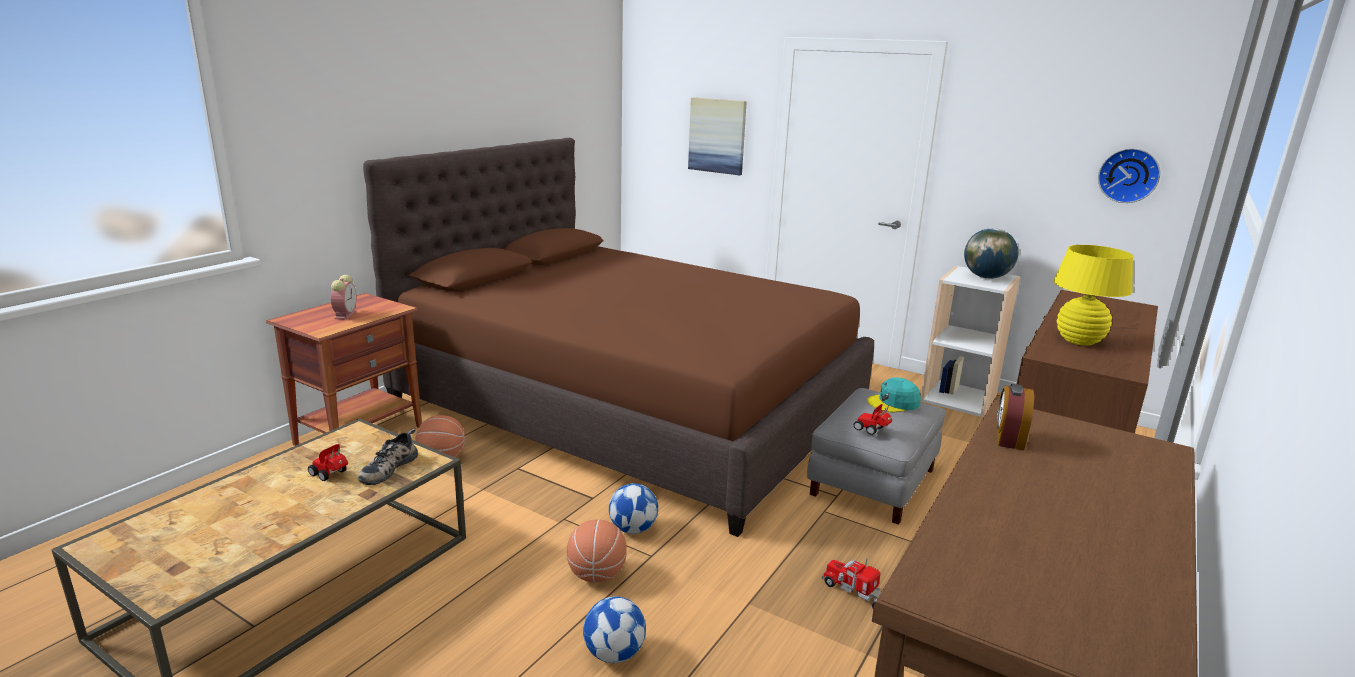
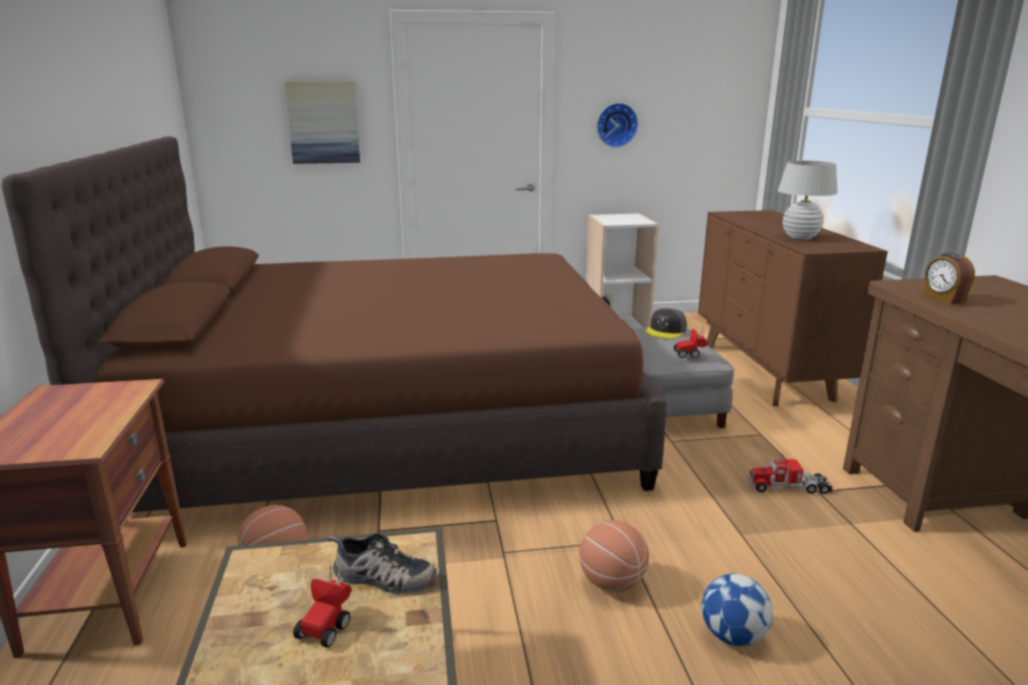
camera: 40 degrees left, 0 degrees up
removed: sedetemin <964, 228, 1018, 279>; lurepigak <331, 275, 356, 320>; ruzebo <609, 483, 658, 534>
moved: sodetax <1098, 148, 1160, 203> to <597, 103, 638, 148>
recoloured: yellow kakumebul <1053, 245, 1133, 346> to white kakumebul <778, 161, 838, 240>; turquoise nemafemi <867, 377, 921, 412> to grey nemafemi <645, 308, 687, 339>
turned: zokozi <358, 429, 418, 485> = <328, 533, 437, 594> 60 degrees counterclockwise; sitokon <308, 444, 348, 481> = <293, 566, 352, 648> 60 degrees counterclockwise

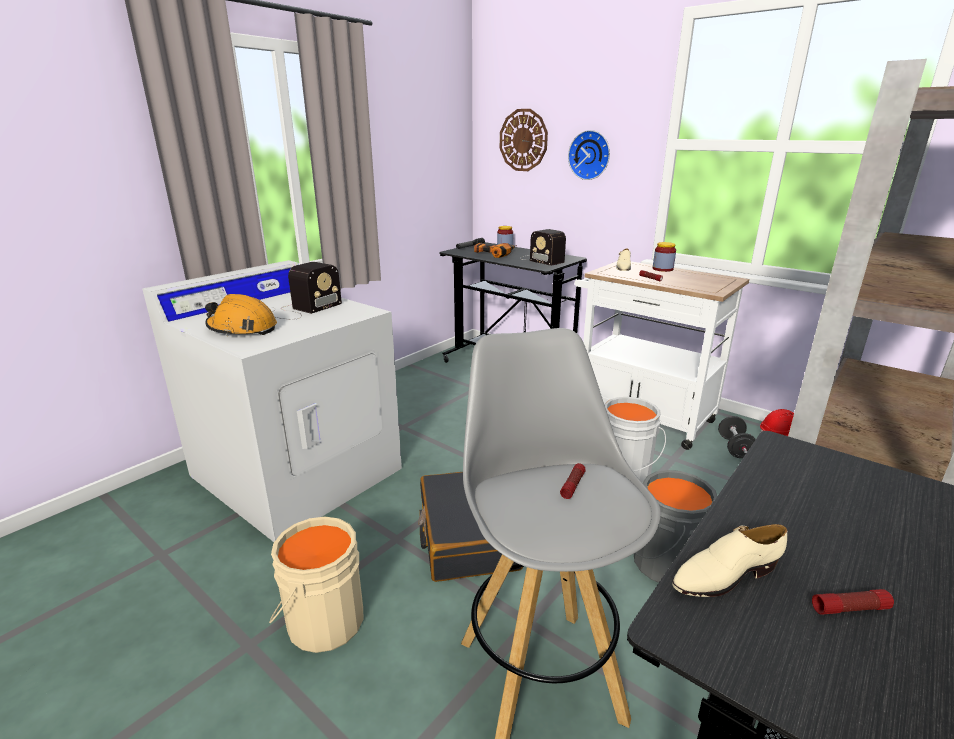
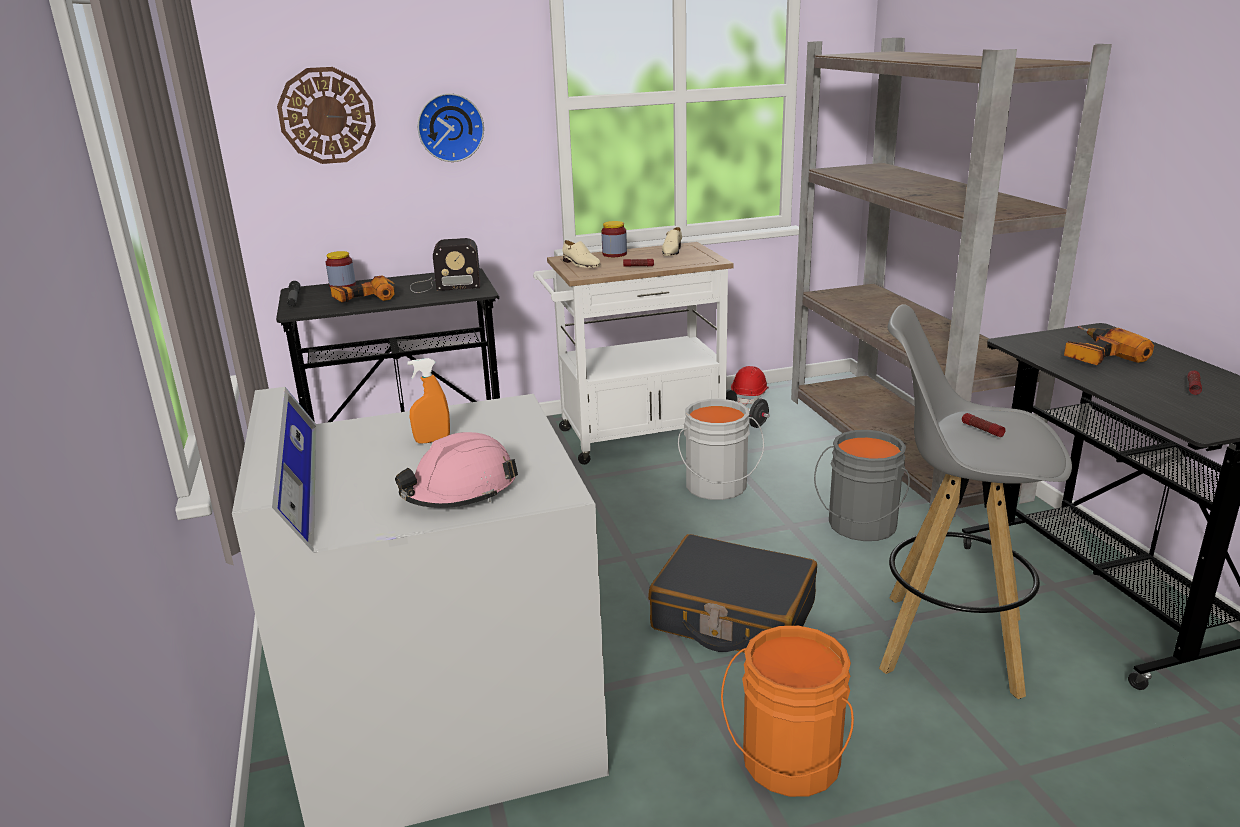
camera: 55 degrees left, 0 degrees up
added: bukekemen <1064, 326, 1154, 365>
moved: beige zokozi <672, 524, 787, 597> to <662, 227, 682, 256>
replaced: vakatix <272, 262, 342, 320> to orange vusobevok <407, 358, 450, 444>
recoloured: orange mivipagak <205, 294, 277, 336> to pink mivipagak <395, 432, 518, 508>; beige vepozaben <269, 517, 363, 653> to orange vepozaben <721, 626, 854, 797>

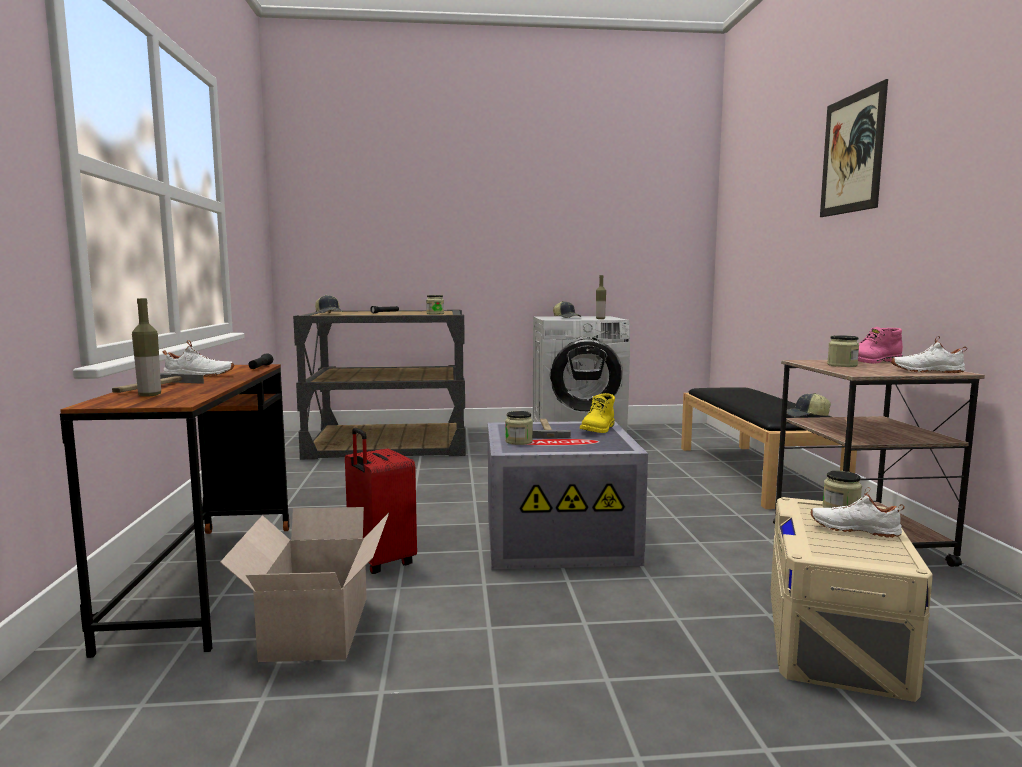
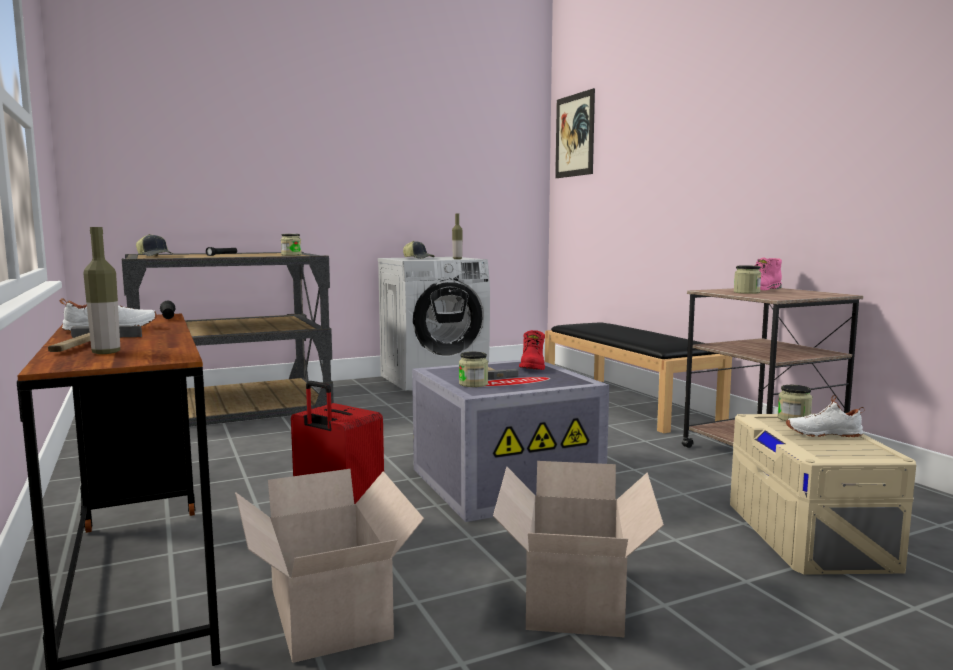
camera: 20 degrees left, 0 degrees up
removed: white zokozi <891, 336, 967, 373>; nemafemi <787, 393, 831, 417>
added: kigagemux <493, 461, 664, 637>
moved: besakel <820, 79, 888, 217> to <555, 88, 595, 178>
recoloured: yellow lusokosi <580, 393, 615, 433> to red lusokosi <519, 330, 545, 370>

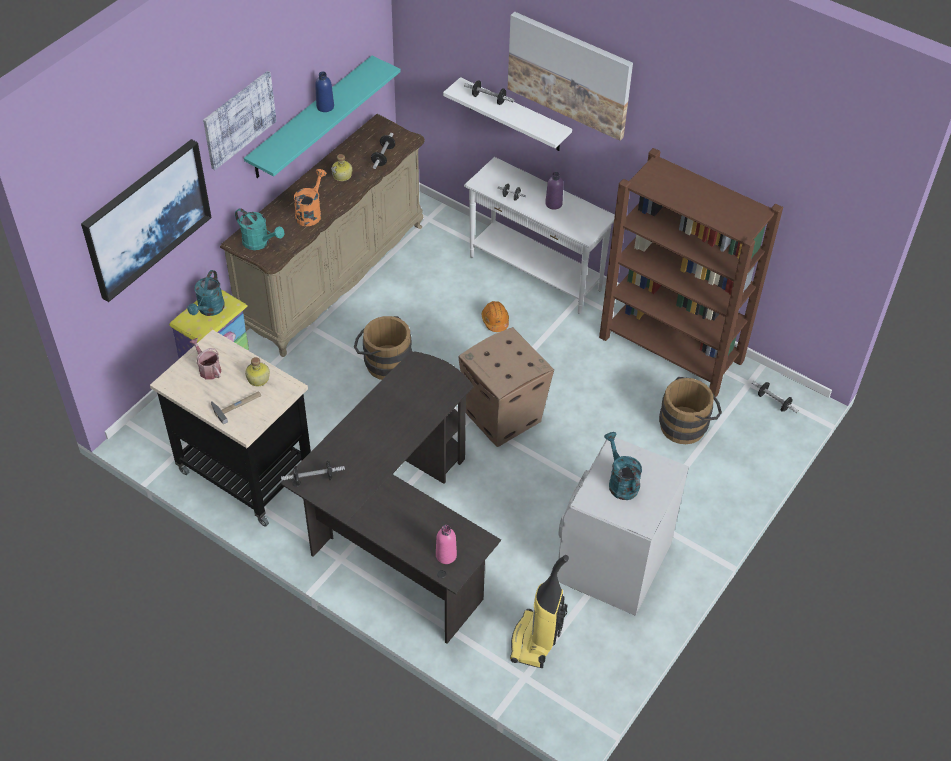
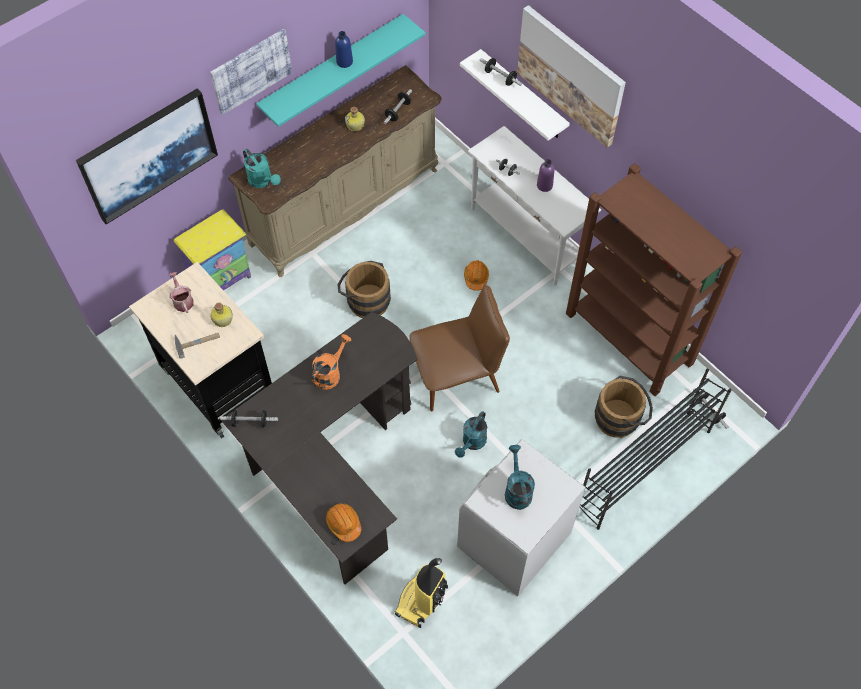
camera: 15 degrees right, 10 degrees up
added: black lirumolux <579, 369, 731, 530>
moved: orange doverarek <294, 169, 327, 226> to <311, 334, 351, 390>; turquoise doverarek <187, 270, 225, 316> to <455, 411, 487, 458>
replaced: kigagemux <458, 327, 554, 447> to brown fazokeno <409, 285, 510, 411>; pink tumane <436, 525, 457, 564> to orange mivipagak <326, 503, 361, 542>

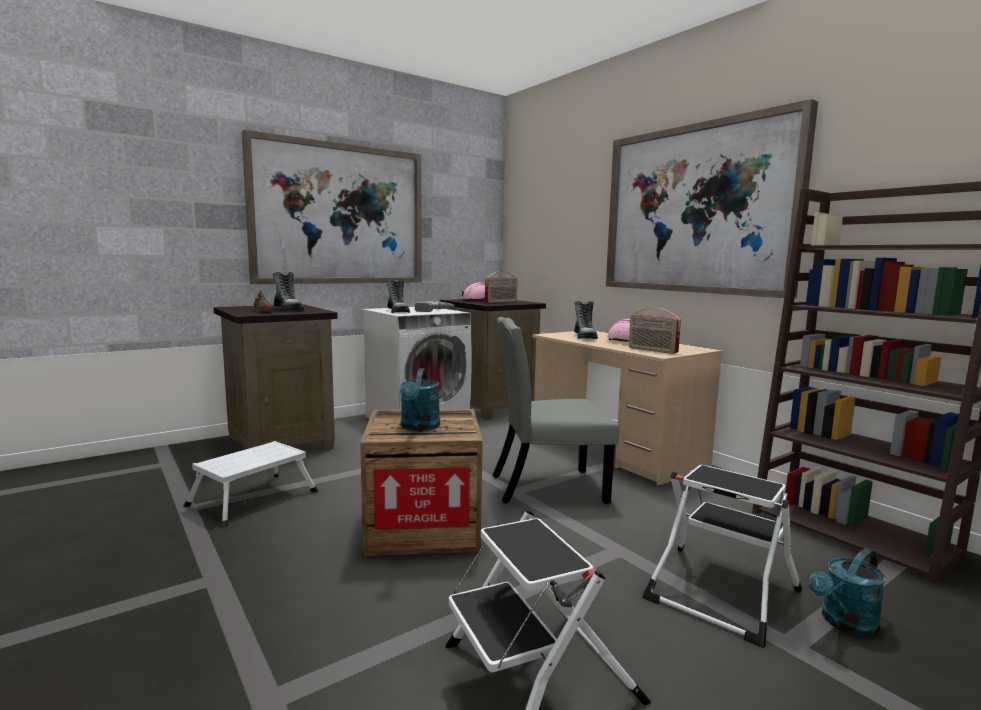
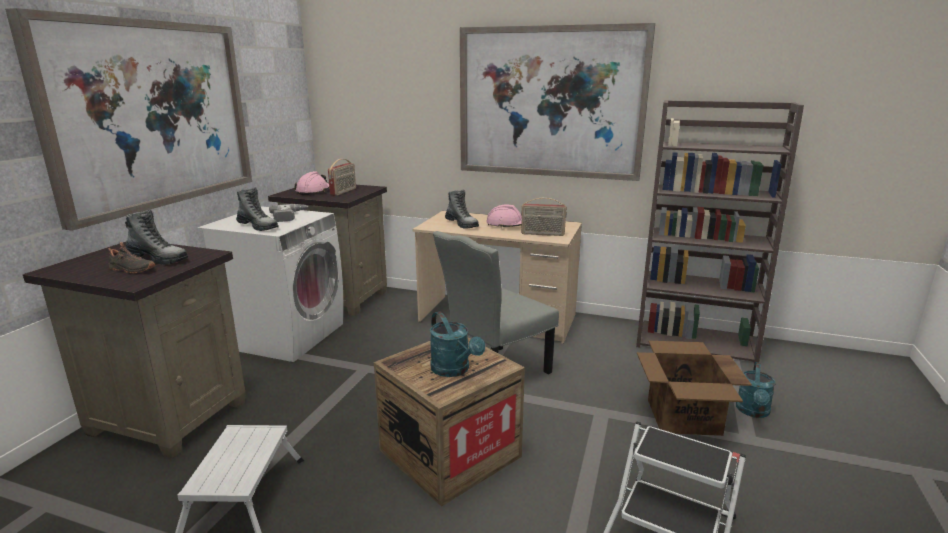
camera: 35 degrees left, 10 degrees up
replaced: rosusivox <642, 465, 802, 648> to kigagemux <637, 341, 752, 436>

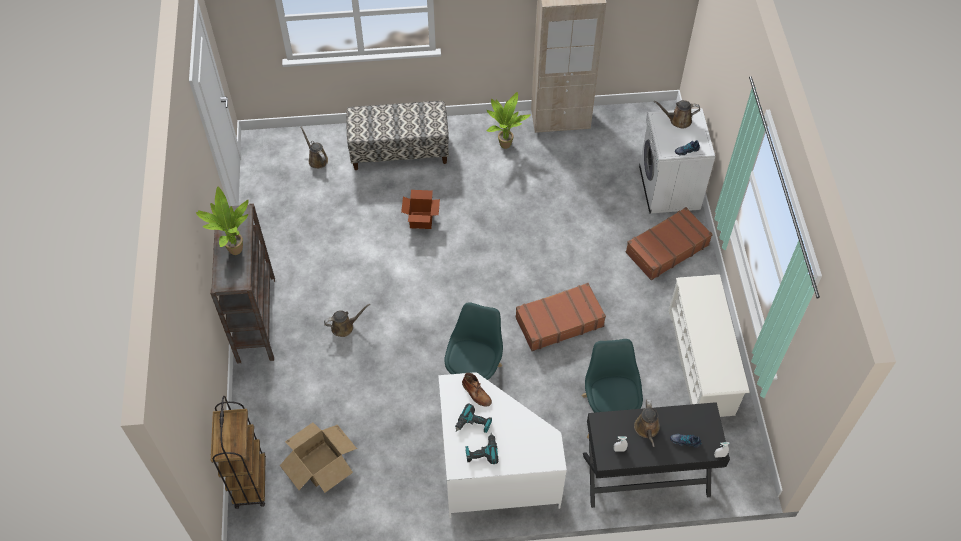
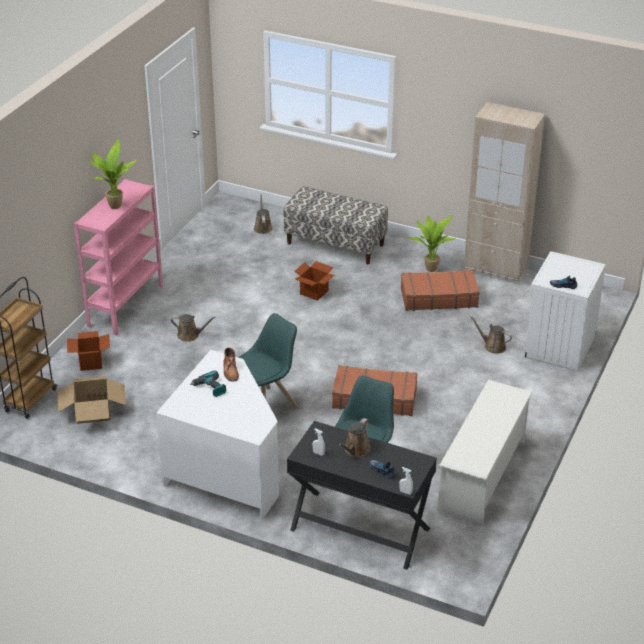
camera: 30 degrees right, 20 degrees down
removed: bukekemen <466, 433, 499, 464>
added: kigagemux <67, 331, 110, 371>
moved: brown doverarek <654, 100, 700, 129> to <470, 315, 512, 354>; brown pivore <626, 207, 713, 280> to <401, 270, 480, 311>
recoloured: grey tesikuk <210, 203, 275, 364> to pink tesikuk <74, 178, 163, 336>

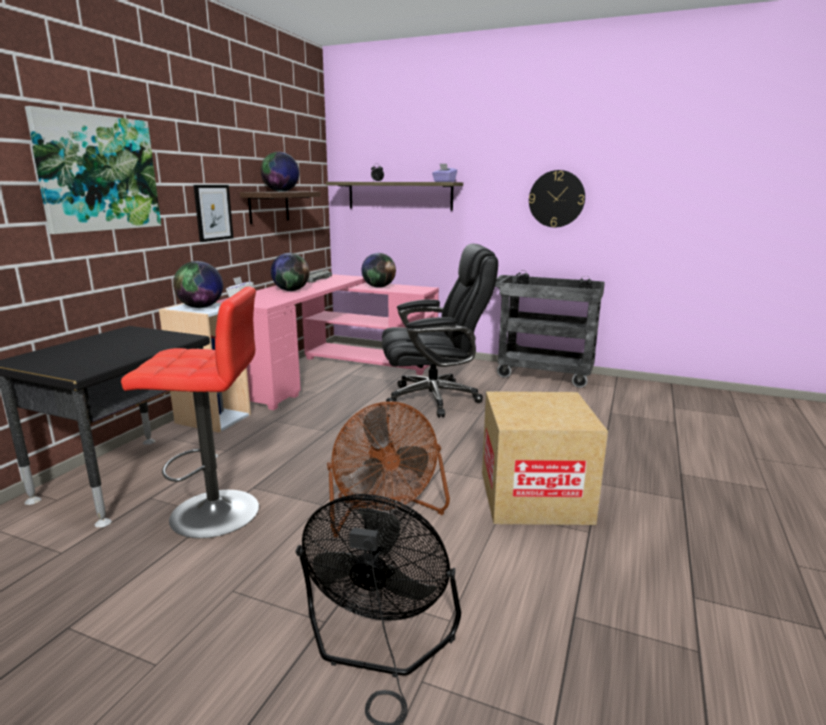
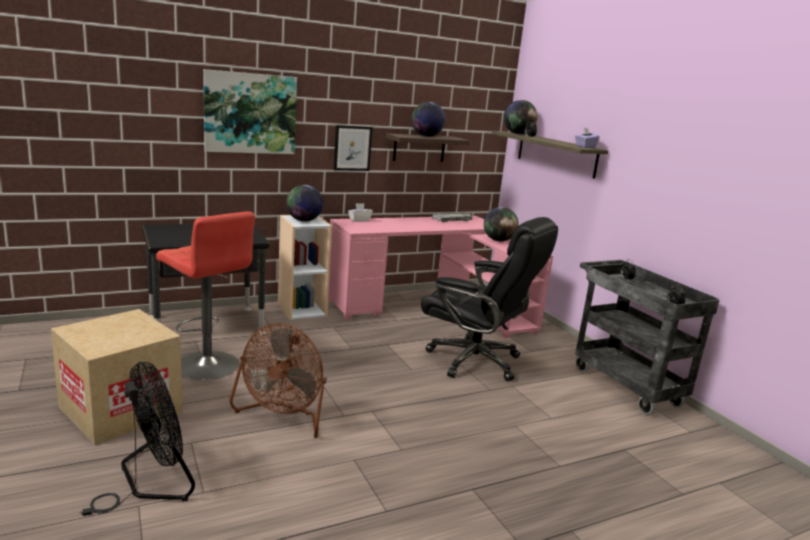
camera: 40 degrees right, 0 degrees up
removed: sodetax <529, 170, 585, 227>
moved: sedetemin <271, 253, 310, 291> to <504, 100, 538, 134>; kigagemux <482, 391, 608, 525> to <51, 309, 183, 445>

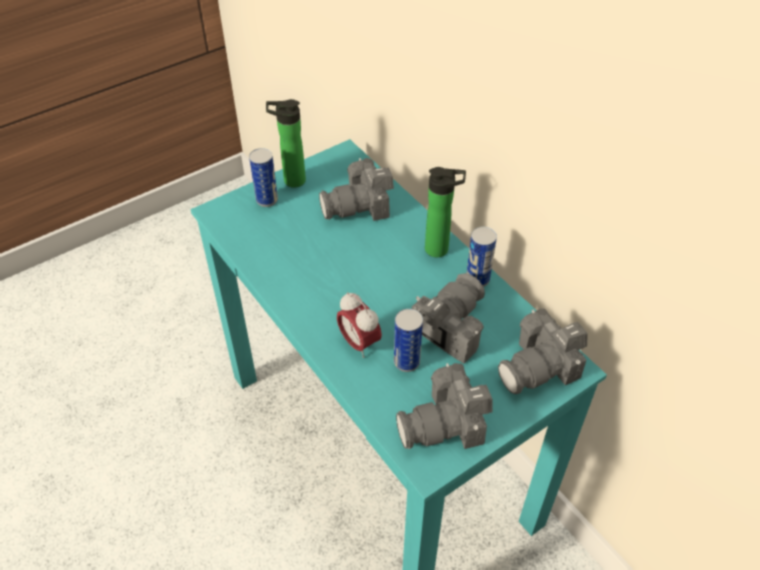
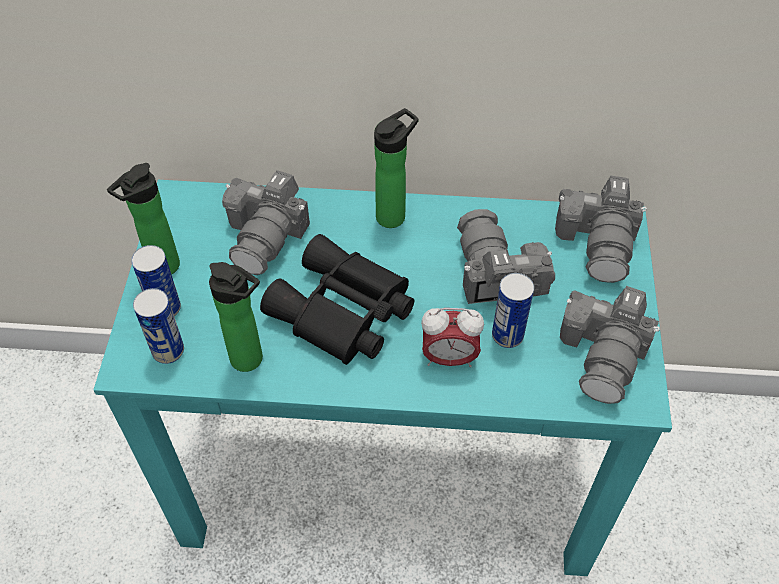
camera: 50 degrees left, 5 degrees up
added: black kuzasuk <260, 234, 414, 365>; tumane <209, 262, 263, 372>
moved: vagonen <466, 227, 497, 287> to <133, 288, 184, 364>

